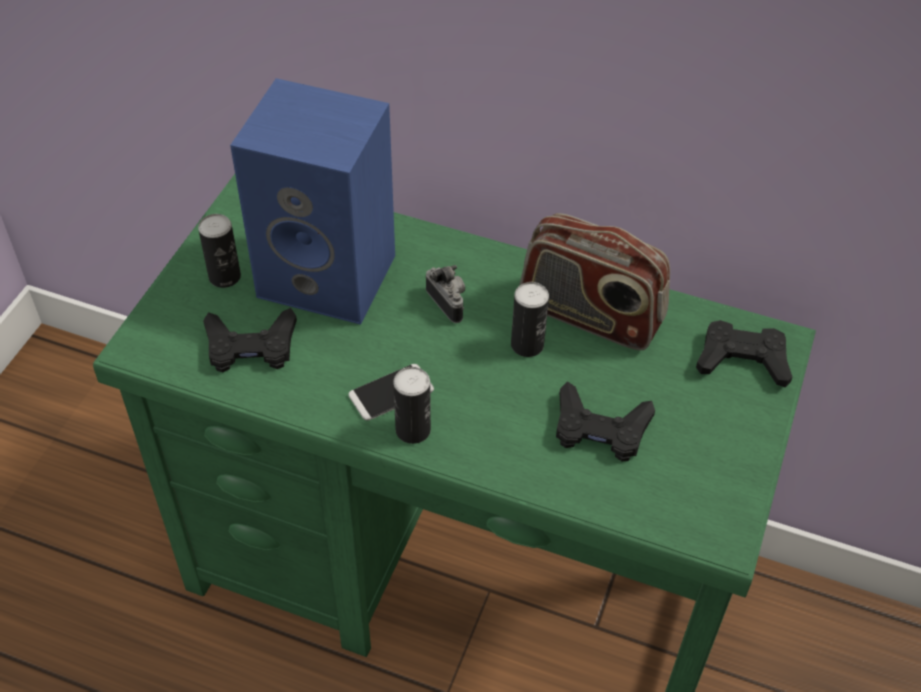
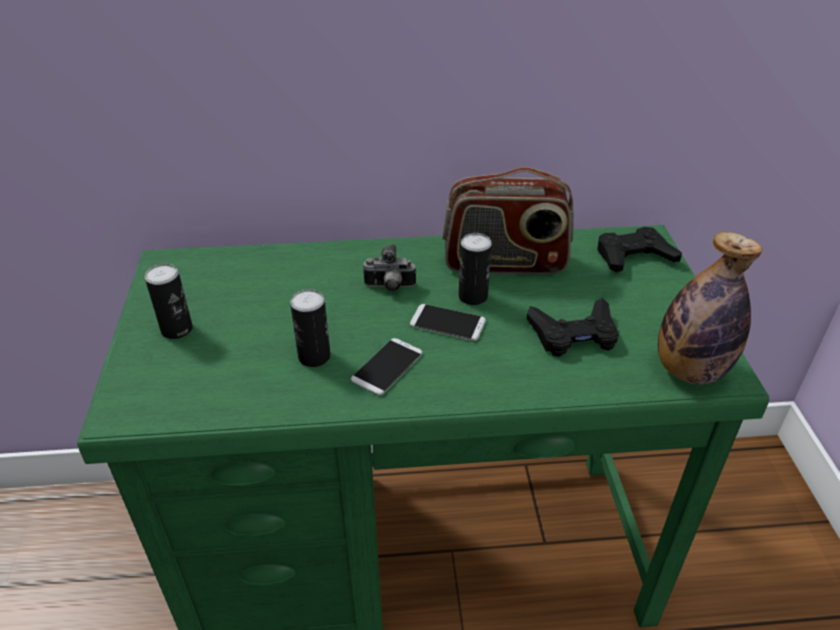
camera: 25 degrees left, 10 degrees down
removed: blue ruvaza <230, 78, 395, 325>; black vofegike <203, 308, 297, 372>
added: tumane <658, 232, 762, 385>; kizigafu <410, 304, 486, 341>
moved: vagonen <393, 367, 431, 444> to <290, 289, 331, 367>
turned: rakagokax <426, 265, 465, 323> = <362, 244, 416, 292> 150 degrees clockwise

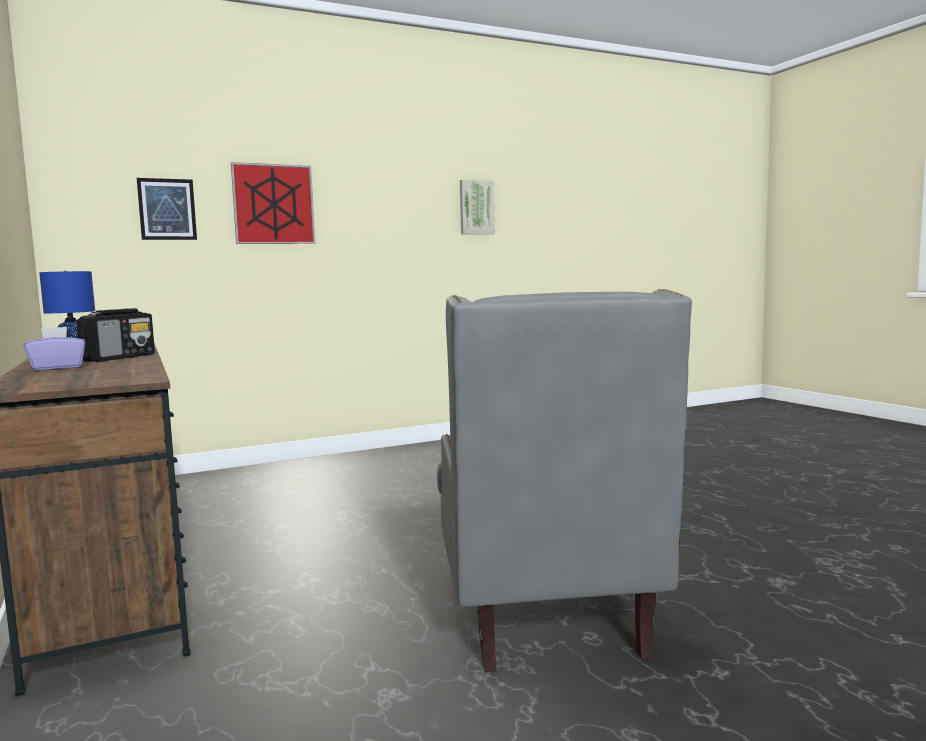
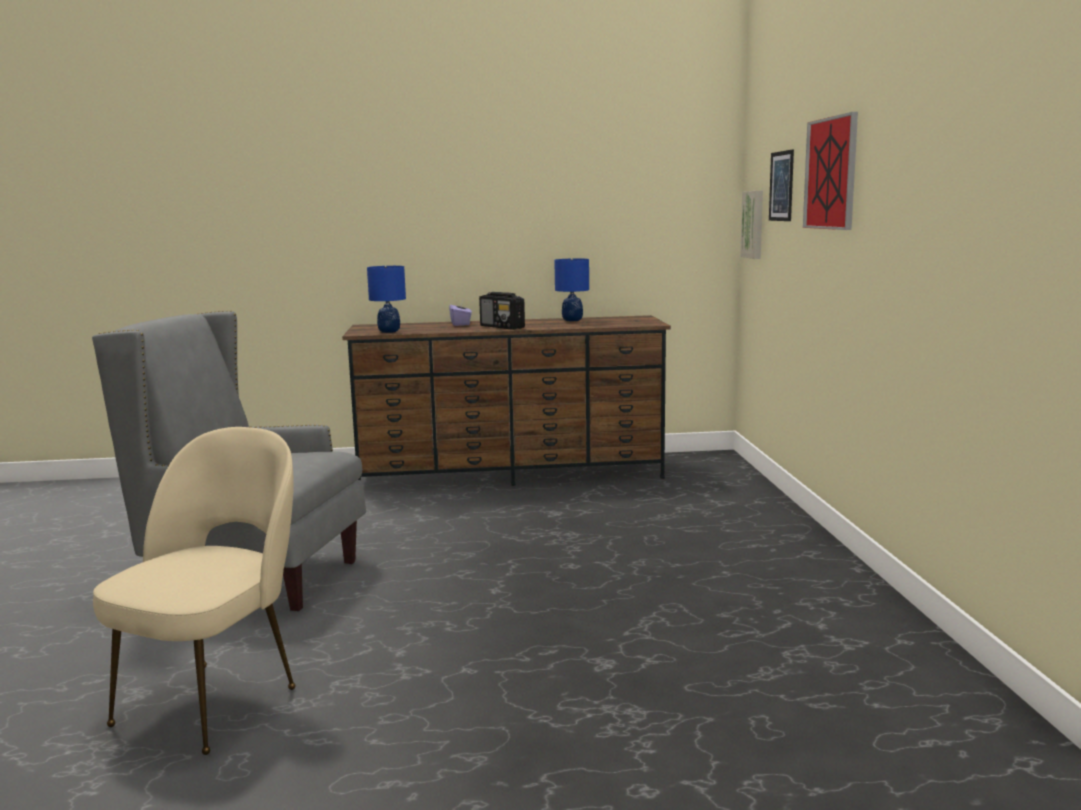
camera: 110 degrees right, 5 degrees up
added: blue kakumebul <367, 266, 406, 333>; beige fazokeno <93, 427, 295, 755>
moved: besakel <460, 180, 495, 234> to <740, 191, 763, 259>

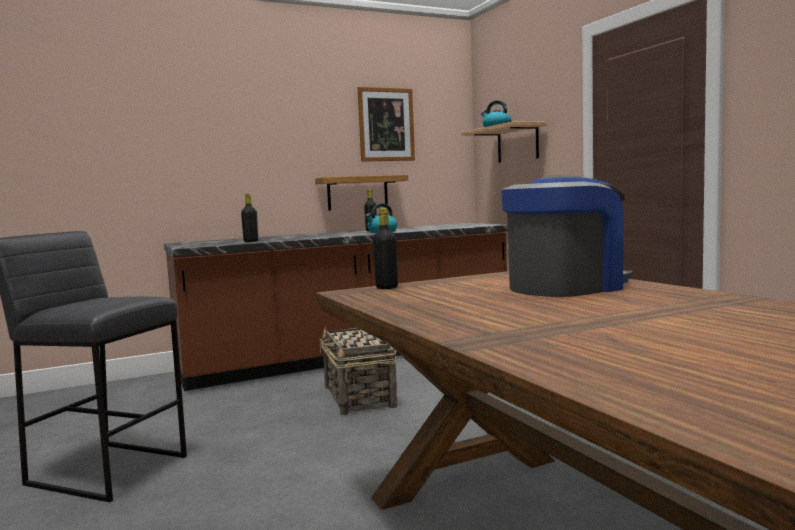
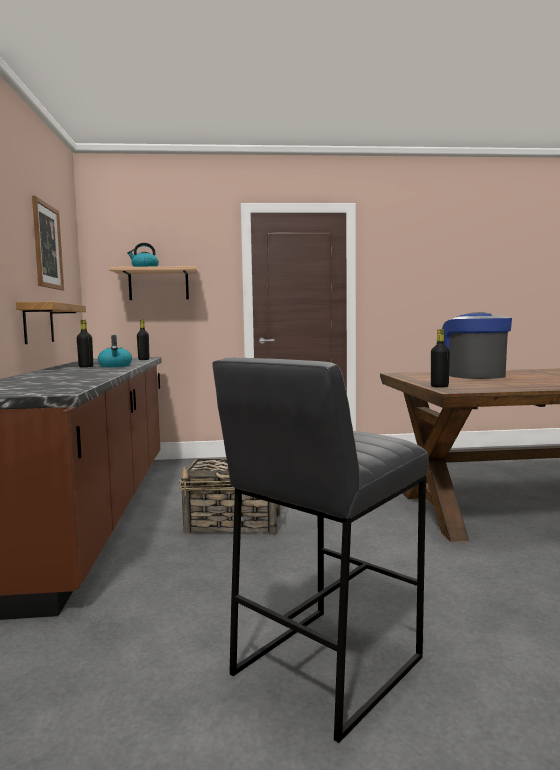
camera: 70 degrees left, 0 degrees up
moved: black tumane <241, 194, 258, 242> to <137, 320, 150, 360>

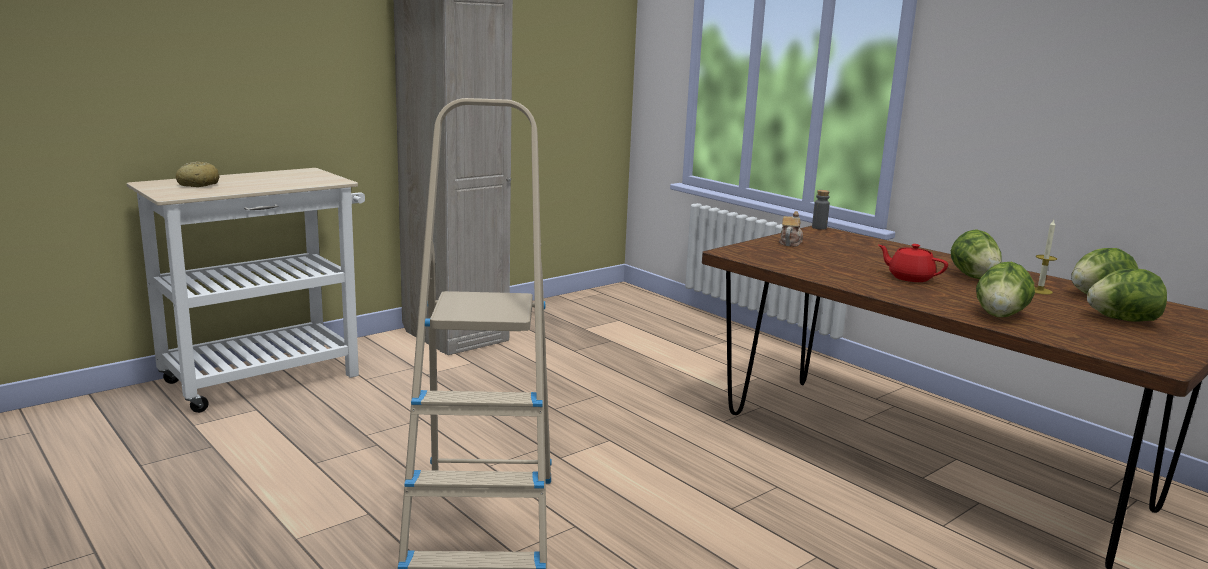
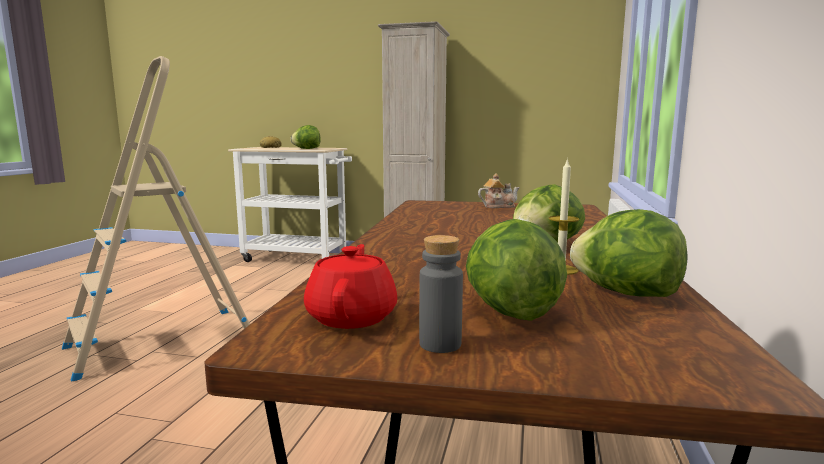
camera: 55 degrees right, 5 degrees down
moved: grey tumane <812, 190, 830, 230> to <419, 235, 463, 353>; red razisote <878, 244, 948, 282> to <304, 244, 397, 329>; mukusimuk <976, 262, 1035, 317> to <291, 125, 320, 149>

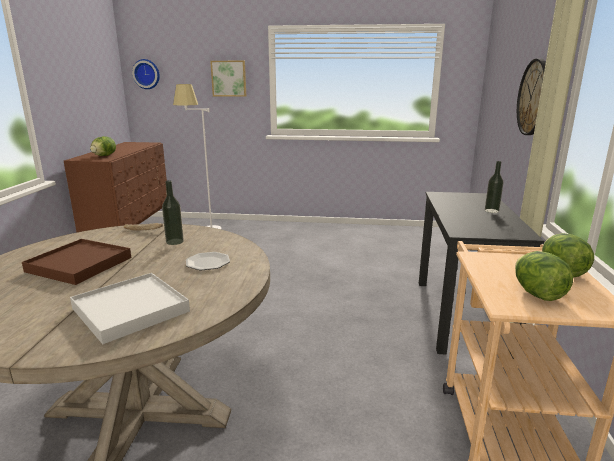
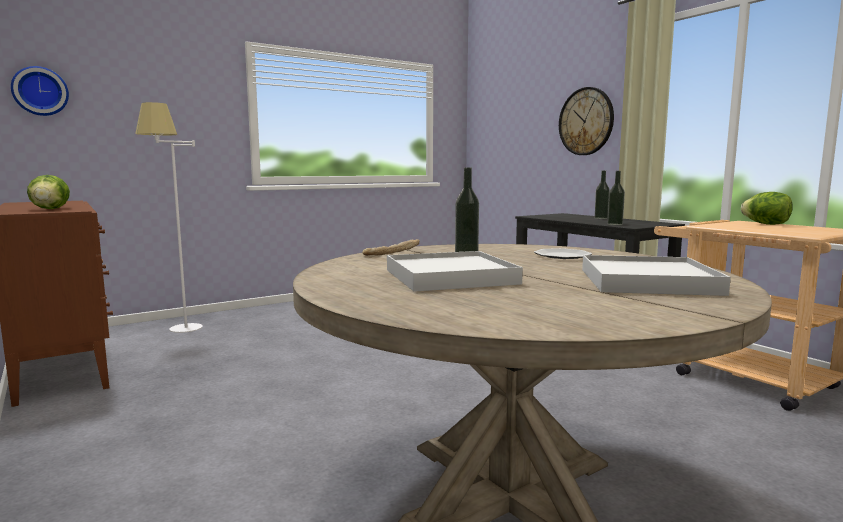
camera: 40 degrees left, 10 degrees down
removed: besakel <210, 61, 246, 97>; mukusimuk <515, 251, 573, 301>
added: tumane <608, 171, 625, 225>
recoloured: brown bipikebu <22, 239, 131, 285> to white bipikebu <387, 251, 523, 292>

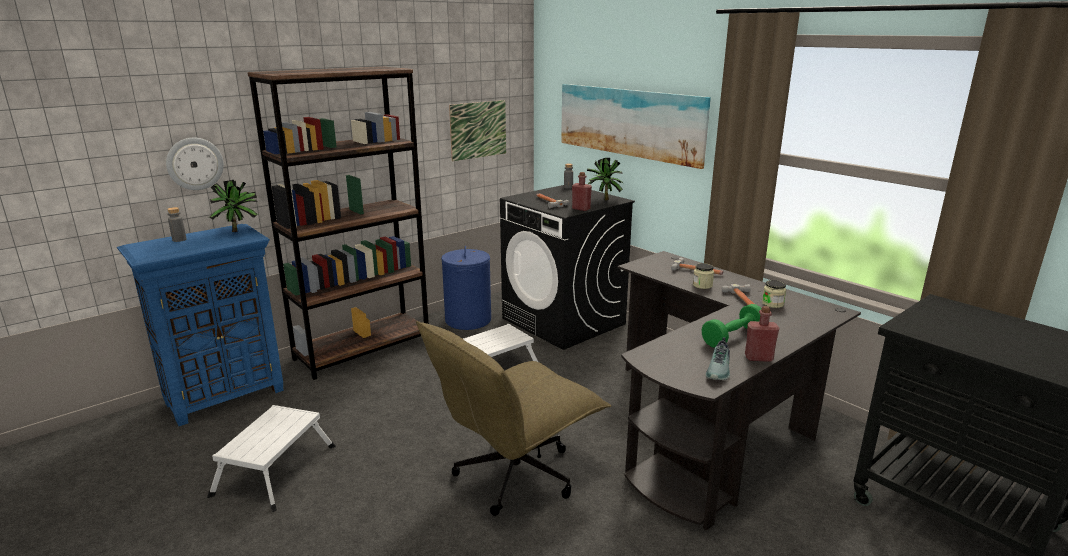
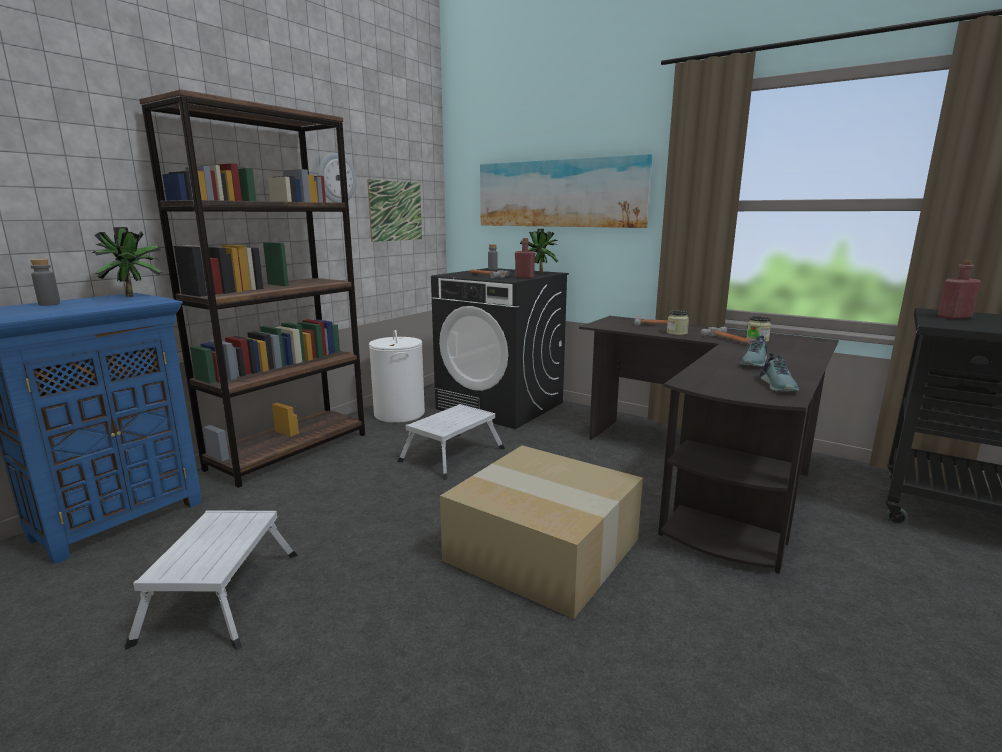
camera: 15 degrees left, 5 degrees down
moved: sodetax <166, 138, 224, 190> to <318, 153, 357, 203>; red tumane <745, 306, 779, 362> to <938, 260, 981, 319>
replaced: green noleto <702, 304, 762, 348> to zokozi <740, 335, 767, 367>; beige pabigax <416, 321, 611, 516> to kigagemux <440, 445, 643, 619>
recoloured: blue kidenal <441, 246, 491, 330> to white kidenal <369, 330, 425, 423>

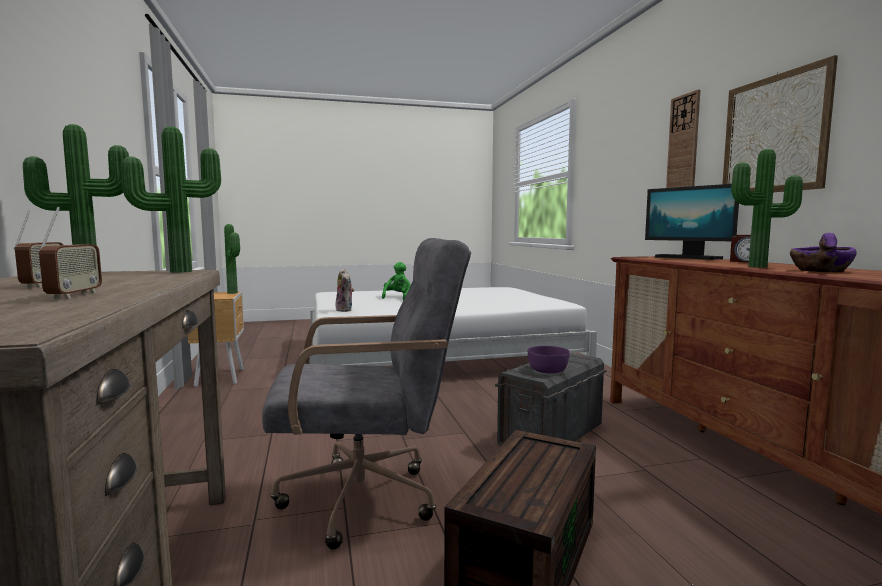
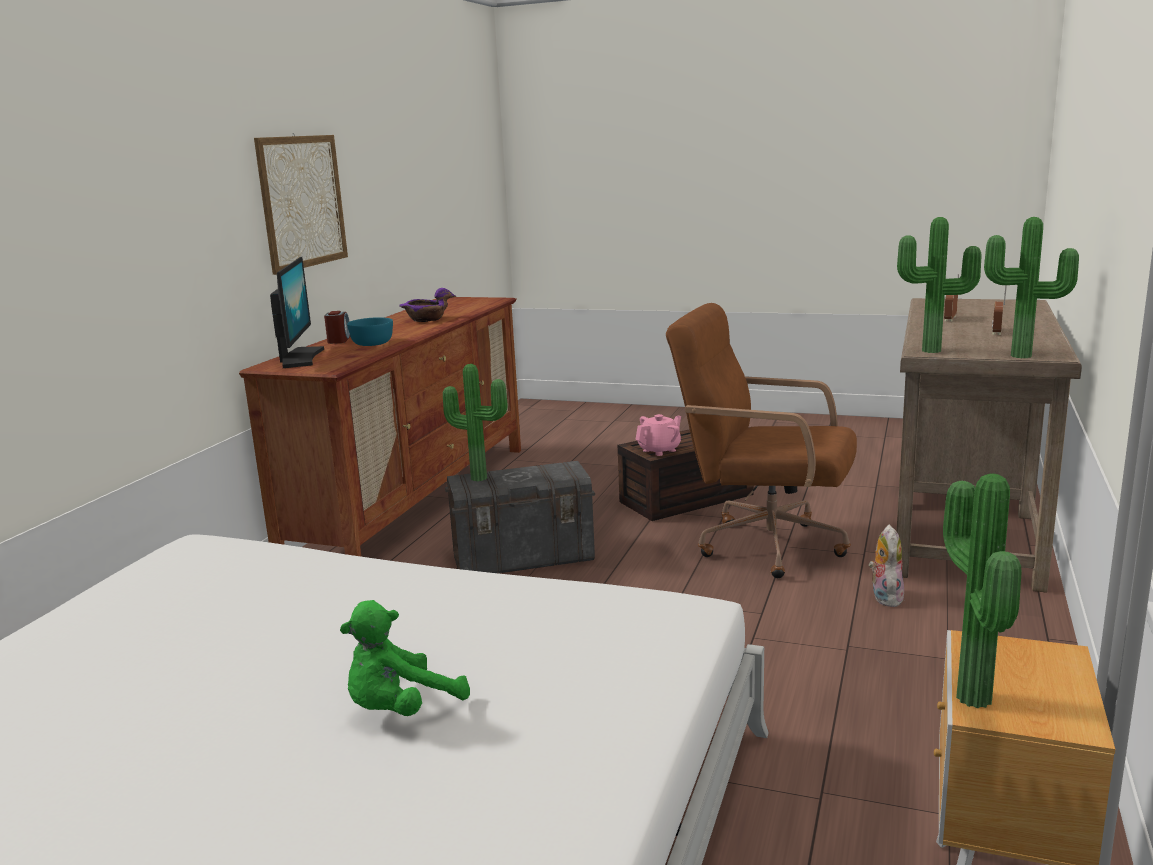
camera: 145 degrees left, 10 degrees up
removed: sodetax <666, 89, 700, 188>; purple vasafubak <528, 346, 570, 374>
added: turquoise vasafubak <347, 317, 393, 346>; pink razisote <635, 414, 681, 456>
moved: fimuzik <731, 149, 803, 268> to <443, 364, 508, 481>; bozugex <335, 268, 354, 312> to <869, 525, 904, 607>
recoloured: grey pabigax <262, 238, 471, 550> to brown pabigax <666, 303, 857, 578>

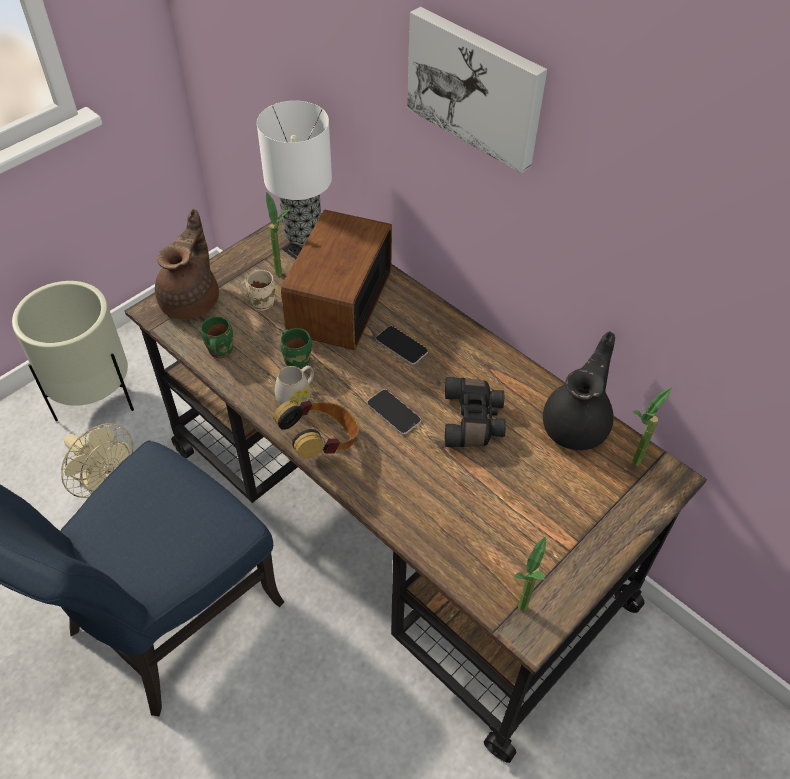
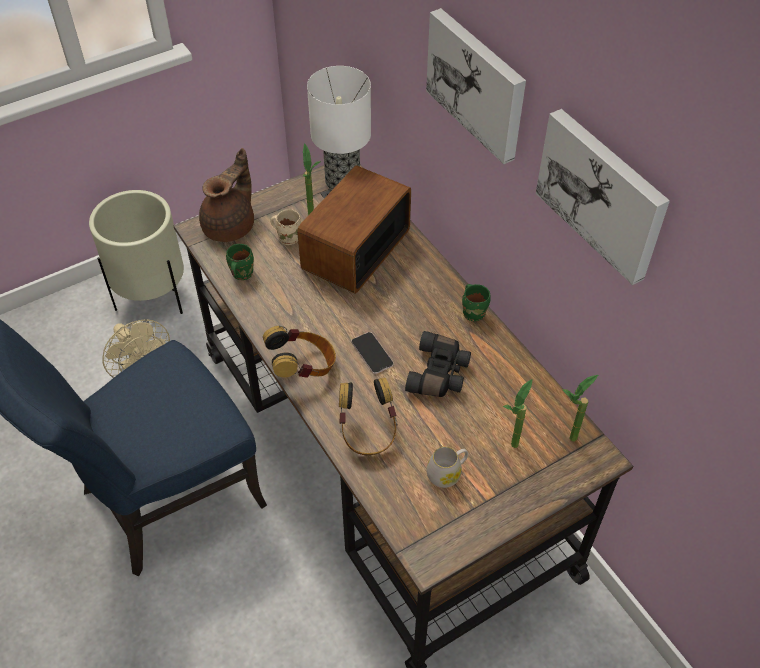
camera: 15 degrees right, 0 degrees up
removed: kizigafu <376, 326, 428, 364>; black razisote <543, 331, 615, 450>
added: besakel <536, 109, 670, 285>; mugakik <339, 378, 398, 455>
moved: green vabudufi <280, 328, 312, 369> to <462, 284, 491, 321>; white vabudufi <275, 366, 314, 405> to <427, 447, 468, 488>; fimuzik <514, 537, 546, 611> to <503, 379, 533, 448>

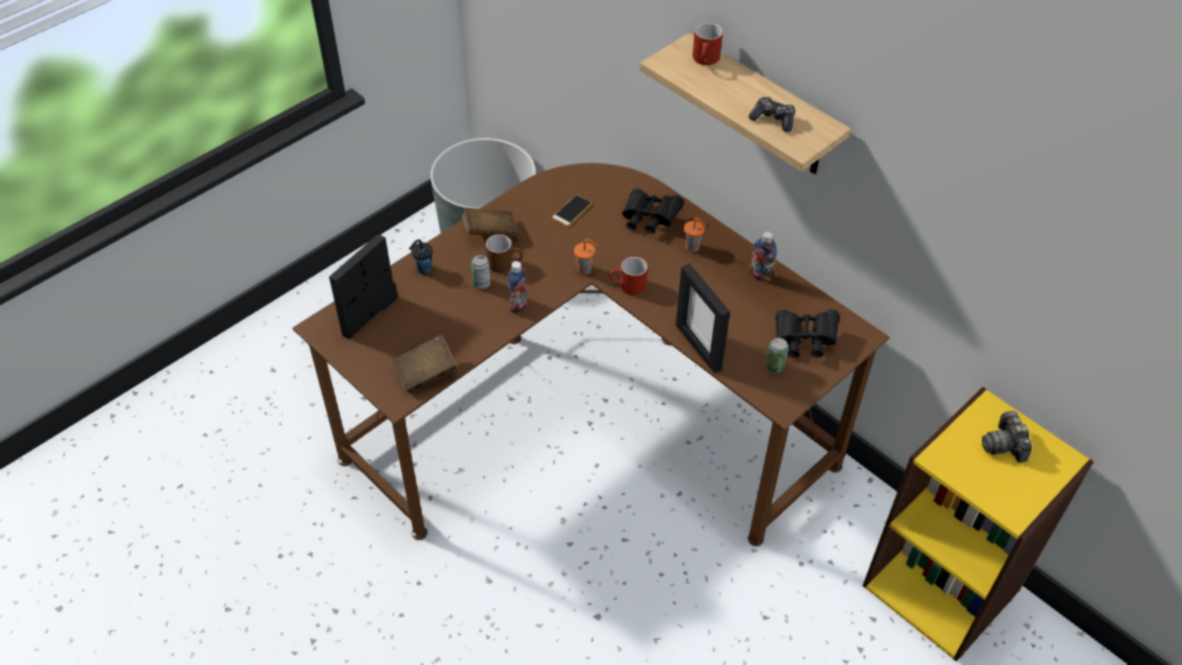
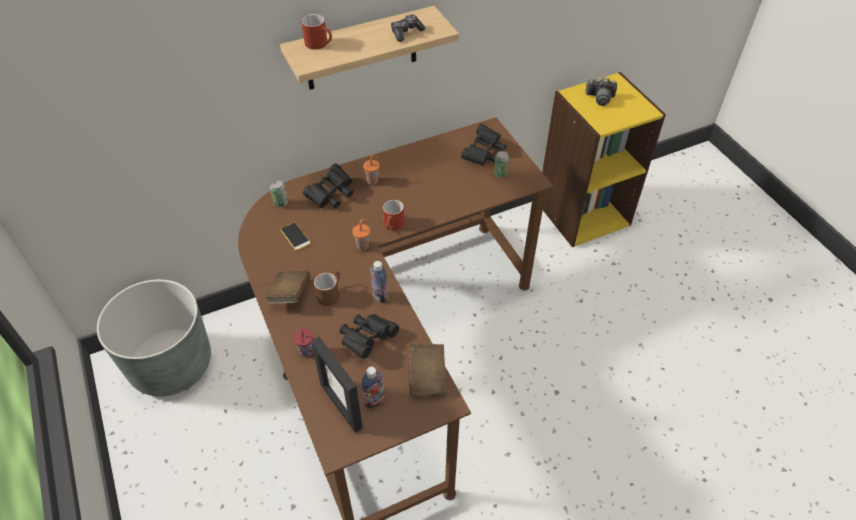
camera: 70 degrees left, 0 degrees up
removed: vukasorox <676, 263, 730, 373>
added: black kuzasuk <340, 314, 399, 359>
moved: tumane <750, 232, 777, 282> to <361, 367, 385, 408>; vagonen <471, 255, 491, 289> to <270, 180, 288, 207>
recoloured: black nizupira <409, 239, 433, 274> to red nizupira <293, 329, 313, 357>

